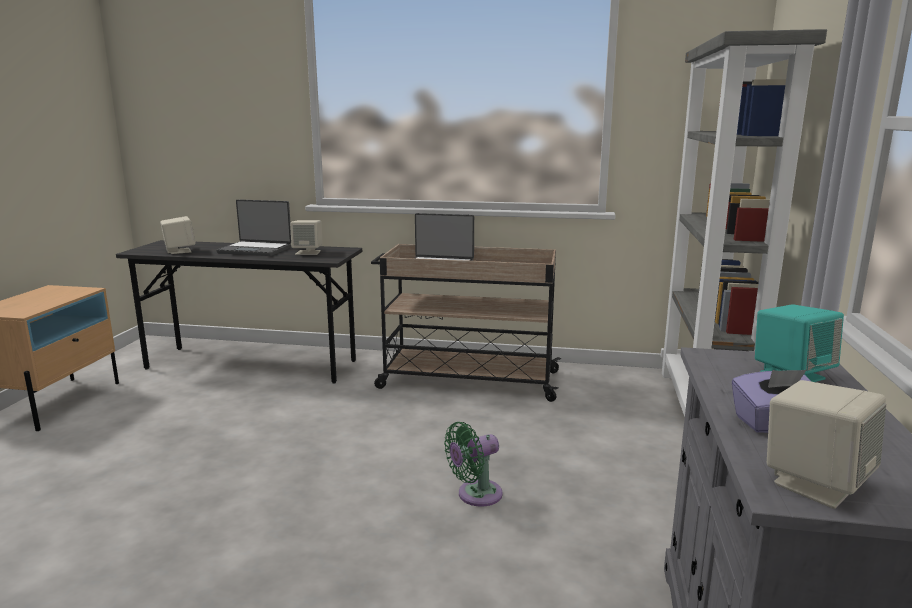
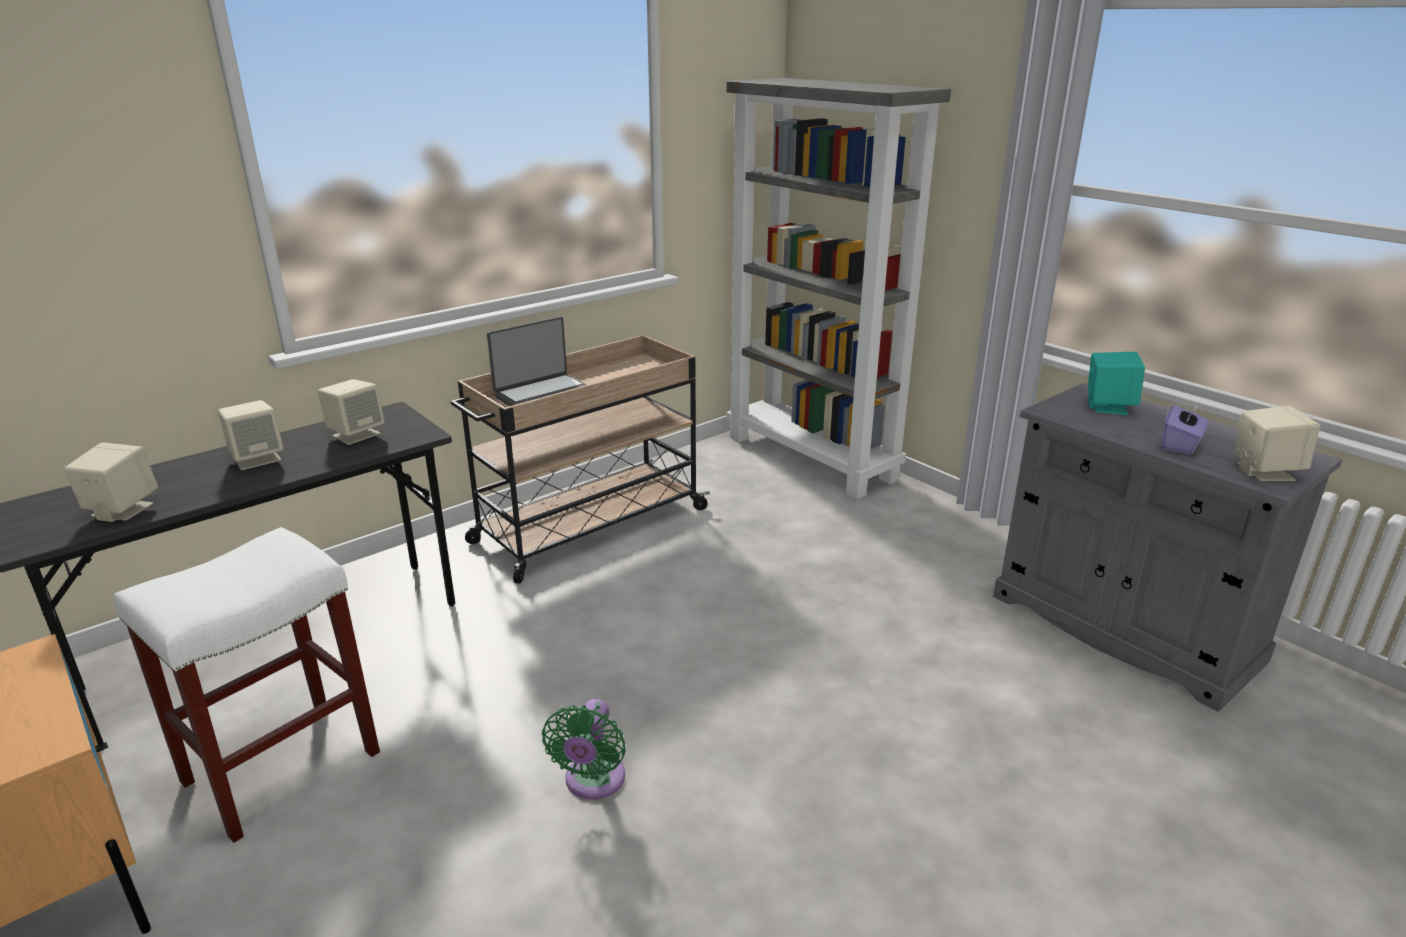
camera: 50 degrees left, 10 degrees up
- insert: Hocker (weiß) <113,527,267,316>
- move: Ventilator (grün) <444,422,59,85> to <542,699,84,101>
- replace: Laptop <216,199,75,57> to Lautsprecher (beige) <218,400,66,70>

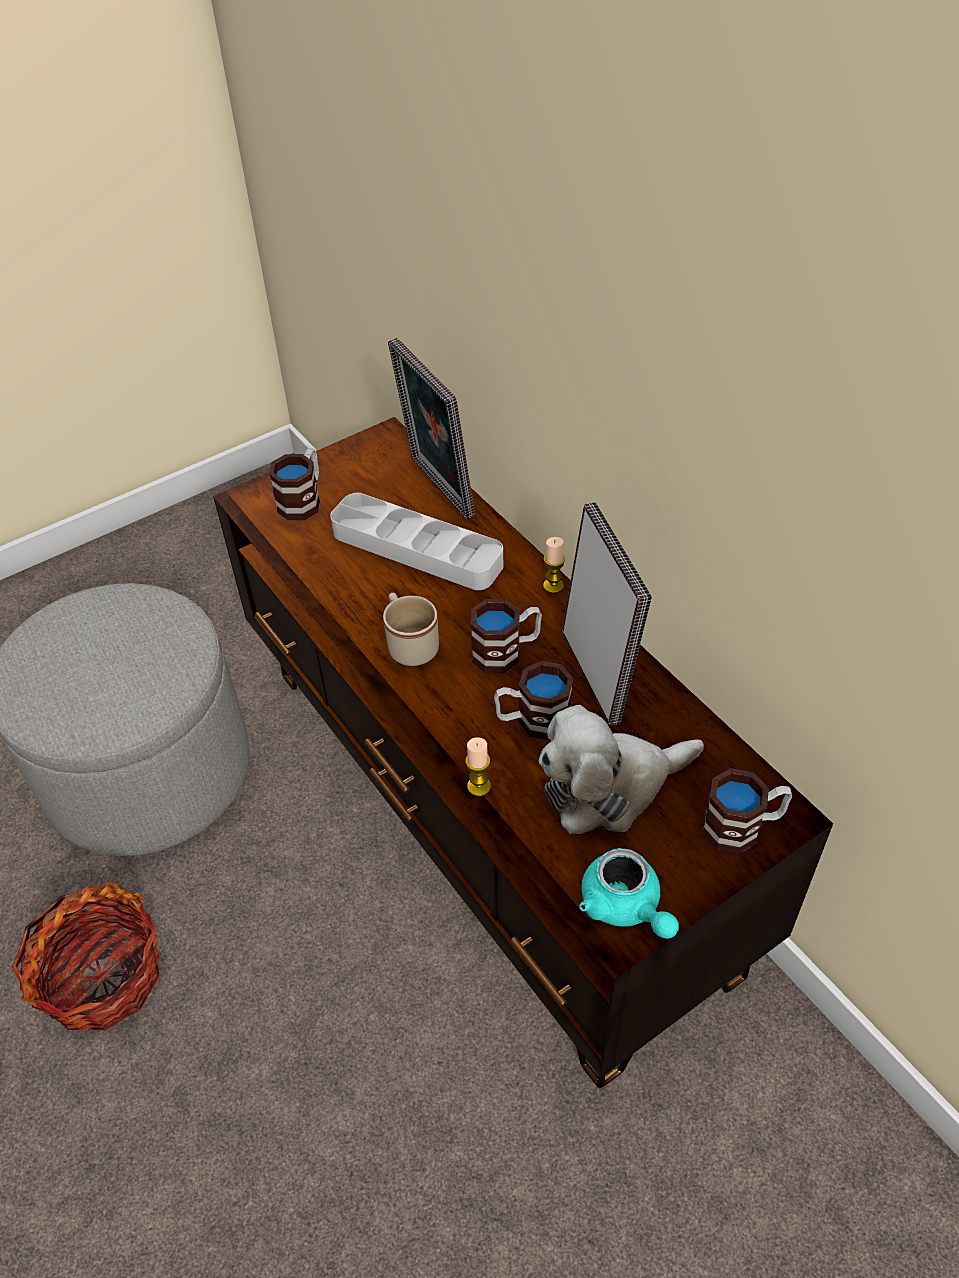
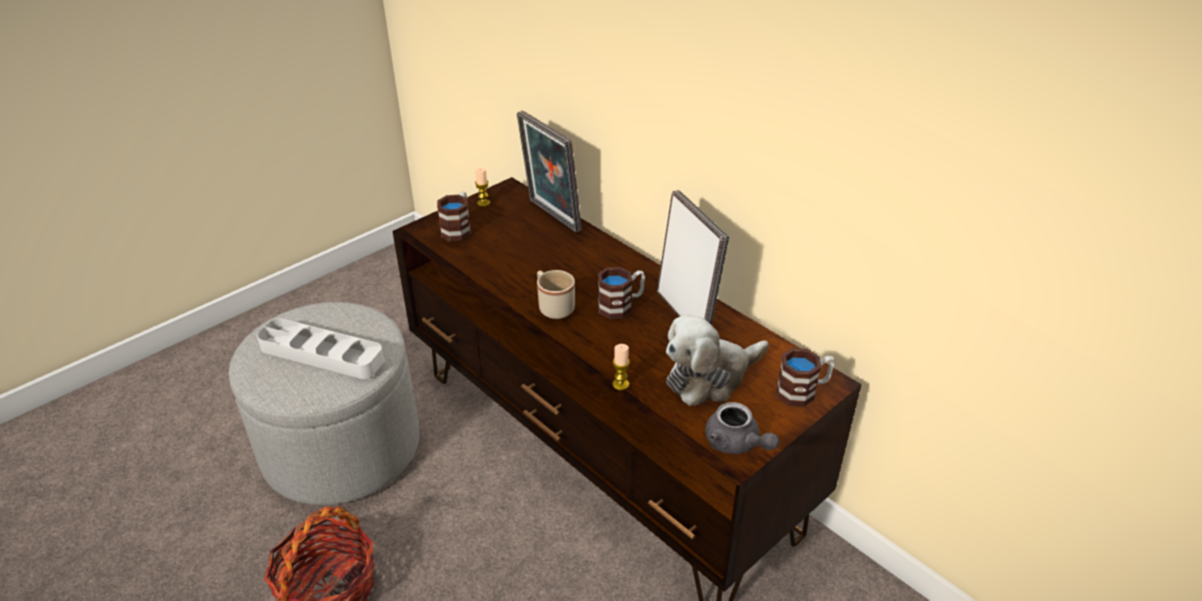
camera: 10 degrees left, 10 degrees down
- delete: Henkelbecher <494,661,79,79>
- move: Tablett (grau) <330,493,173,97> to <257,318,127,61>
- move: Kerze <543,537,22,57> to <475,168,15,39>
- recolor: Teekanne (türkis) <579,848,100,91> to Teekanne (grau) <705,402,74,52>

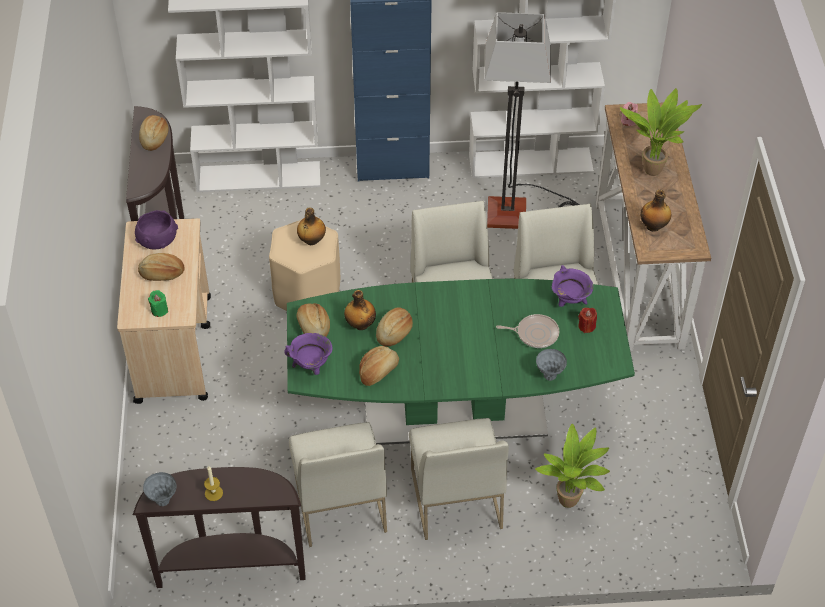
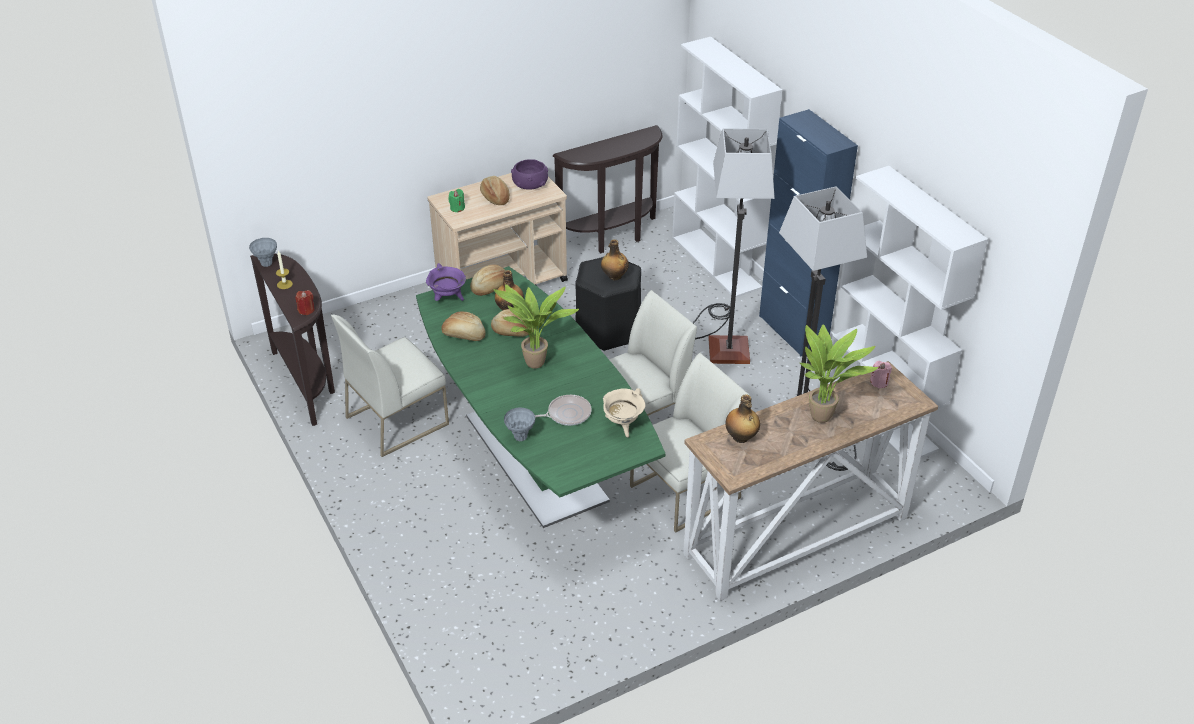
camera: 65 degrees right, 10 degrees down
- delete: Brot <139,115,30,36>
- delete: Stuhl (weiß) <409,418,100,122>
- insert: Stehlampe <693,128,82,236>
- move: Topfpflanze <535,424,75,84> to <493,284,86,85>
- move: Kerze (rot) <578,307,19,26> to <295,290,19,25>
- recolor: Hocker (beige) <269,218,71,93> to Hocker (schwarz) <575,257,66,94>
- recolor: Kochtopf (lila) <552,265,42,42> to Kochtopf (beige) <603,388,43,49>
- rotate: Pfanne <496,314,63,34> = <535,395,57,31> 90 degrees counterclockwise

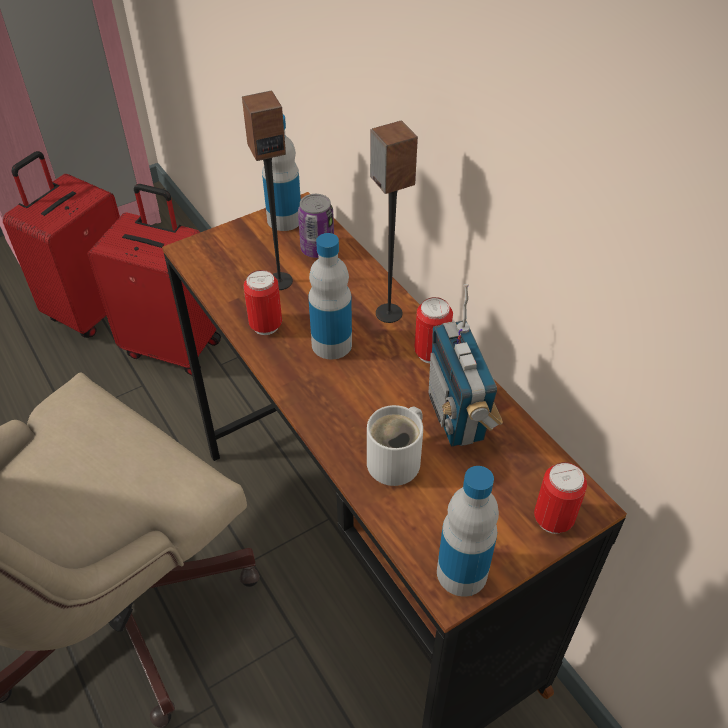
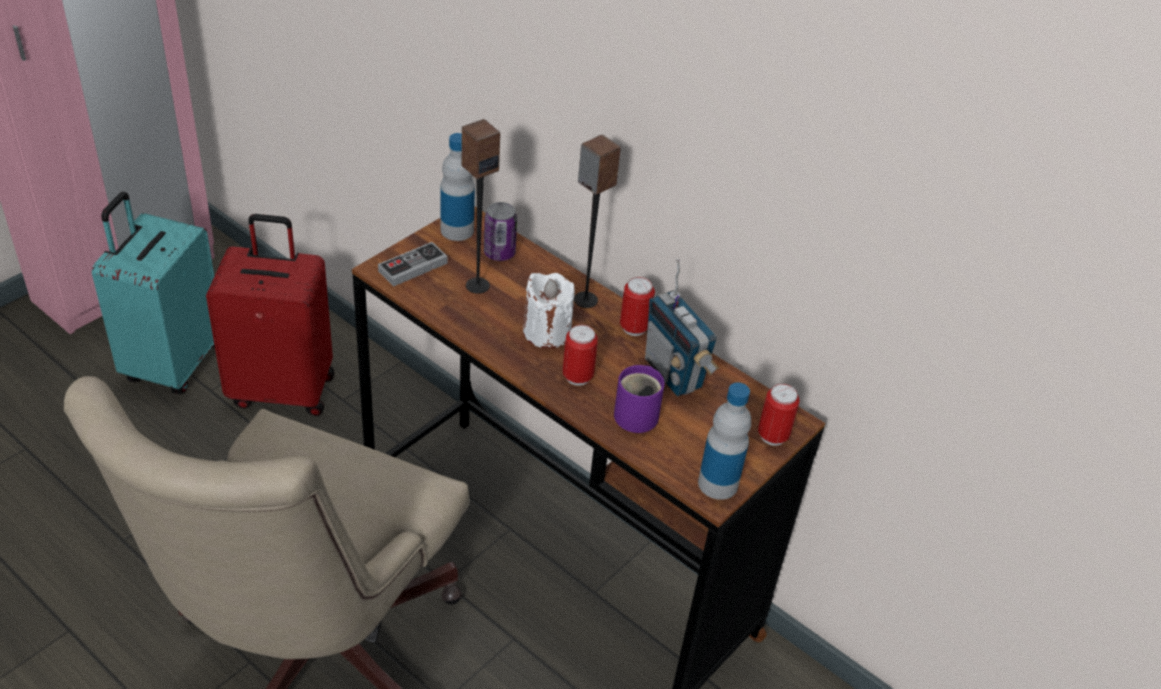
camera: 20 degrees left, 5 degrees down
- insert: Gamepad <378,242,70,45>
- move: Dose <244,270,38,65> to <563,325,35,61>
- replace: Flasche <308,233,44,127> to Kerze (weiß) <523,273,51,76>
- recolor: Koffer (rot) <3,151,117,187> to Koffer (türkis) <92,192,123,202>
- recolor: Henkelbecher (weiß) <367,405,56,81> to Henkelbecher (lila) <614,365,51,68>

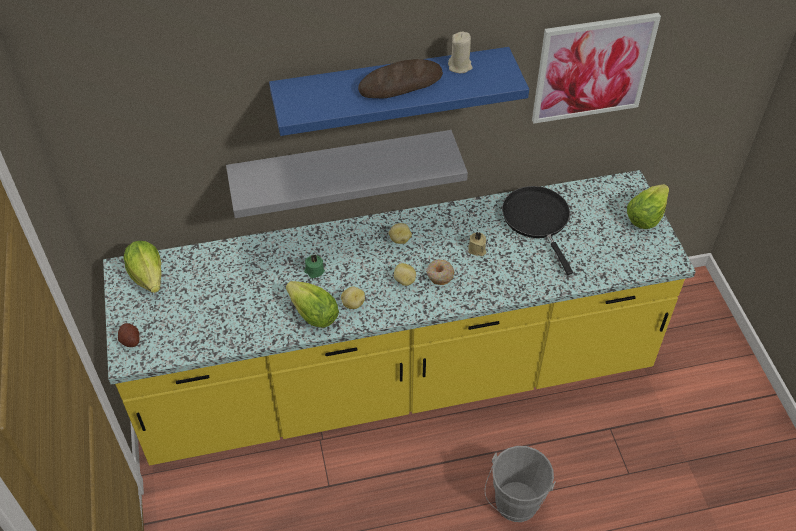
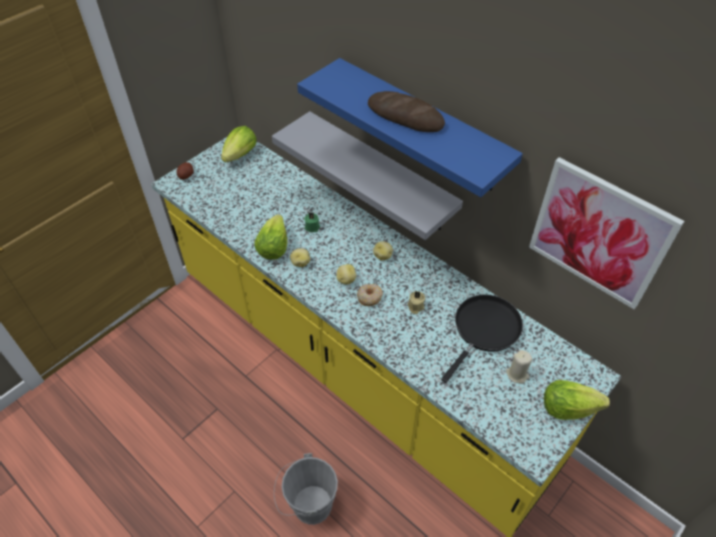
camera: 55 degrees right, 0 degrees up
- move: Kerze (beige) <448,32,25,41> to <506,350,27,34>

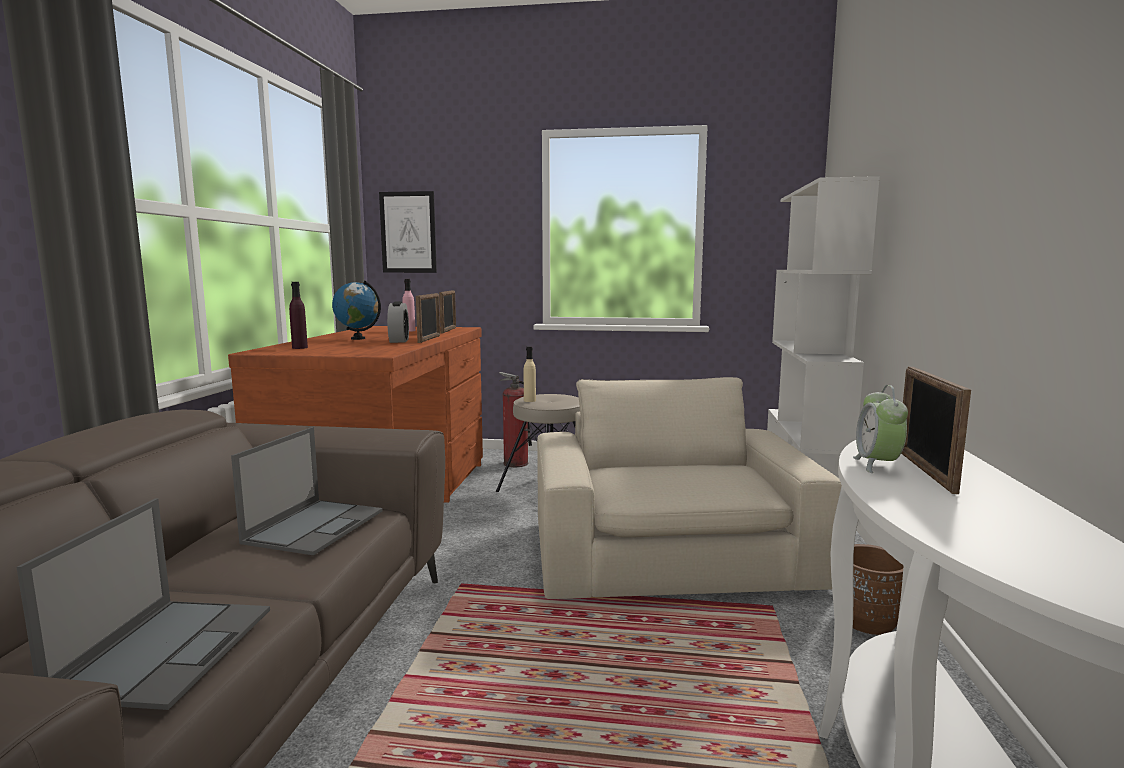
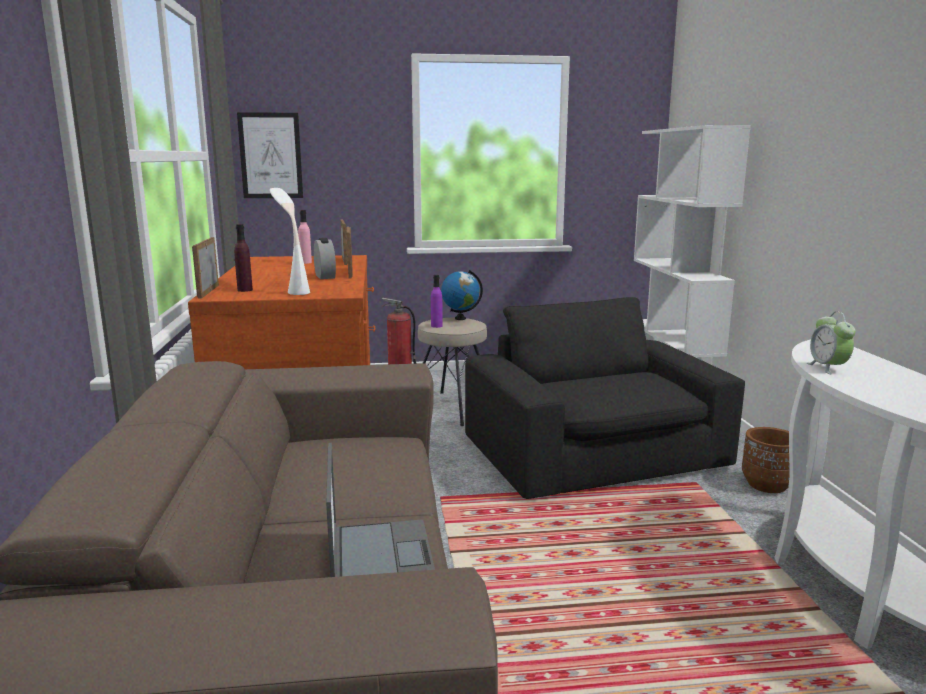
camera: 15 degrees left, 5 degrees up
- delete: Laptop <231,427,152,128>
- insert: Tischlampe (weiß) <270,188,40,107>
- move: Globus <332,280,49,60> to <441,270,42,50>
- move: Bilderrahmen <901,367,70,127> to <192,237,27,61>
- recolor: Flasche (beige) <524,346,12,56> to Flasche (lila) <431,275,12,53>
- recolor: Sessel (beige) <537,377,305,222> to Sessel (schwarz) <465,297,280,202>

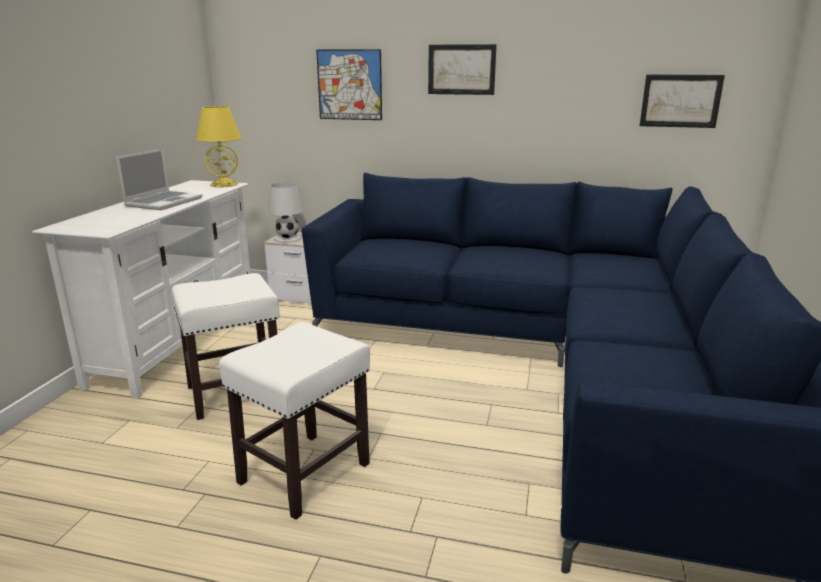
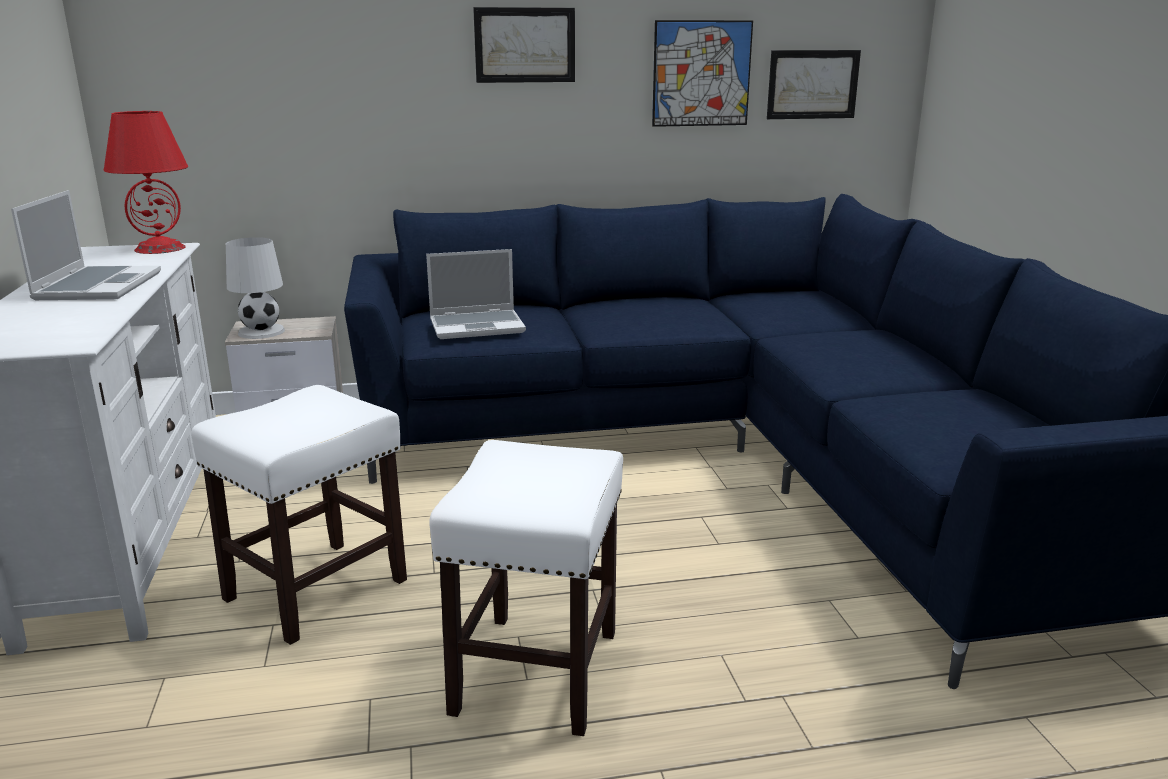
camera: 25 degrees left, 0 degrees up
- insert: Laptop <426,249,100,90>
- move: Bild <316,49,66,71> to <652,20,101,107>
- recolor: Tischlampe (gelb) <196,106,45,81> to Tischlampe (rot) <103,111,85,143>

